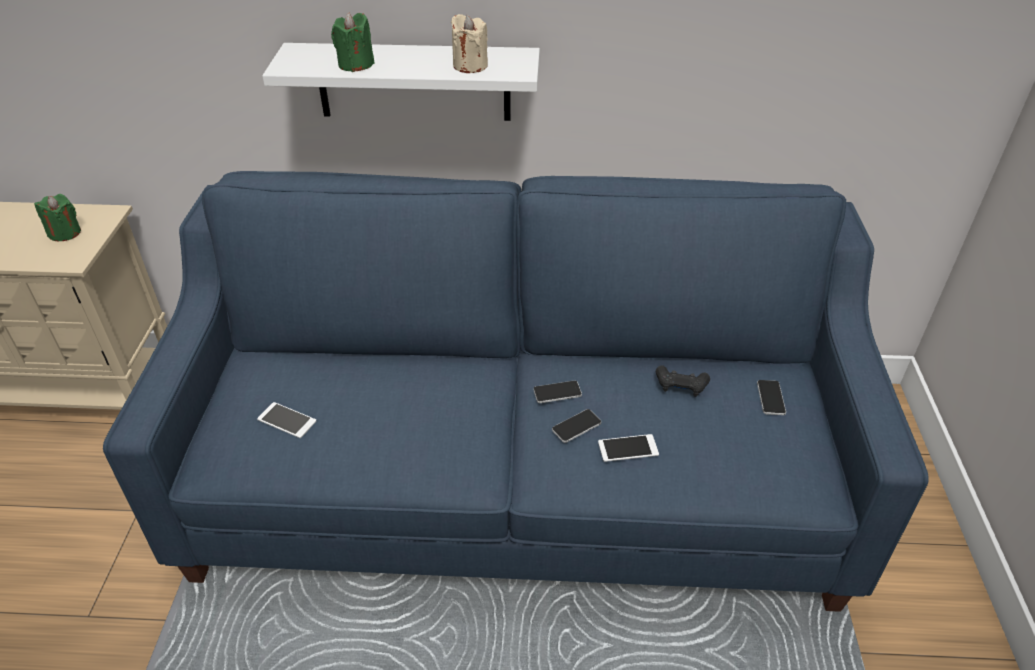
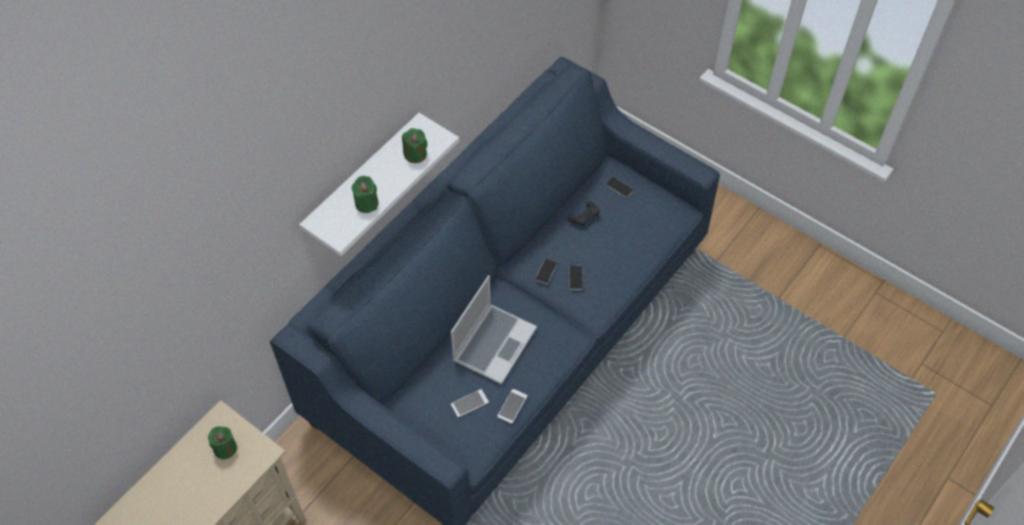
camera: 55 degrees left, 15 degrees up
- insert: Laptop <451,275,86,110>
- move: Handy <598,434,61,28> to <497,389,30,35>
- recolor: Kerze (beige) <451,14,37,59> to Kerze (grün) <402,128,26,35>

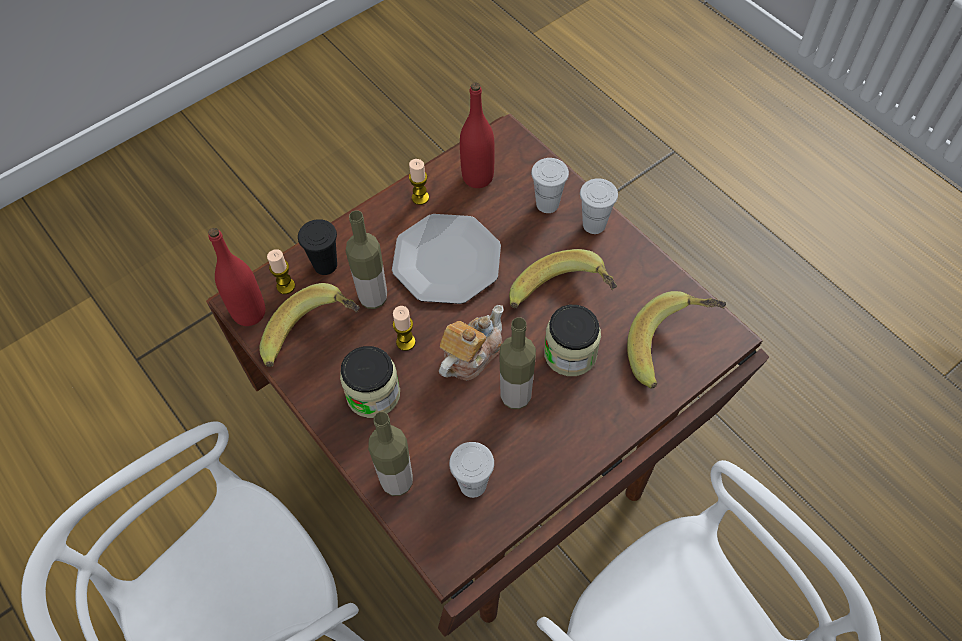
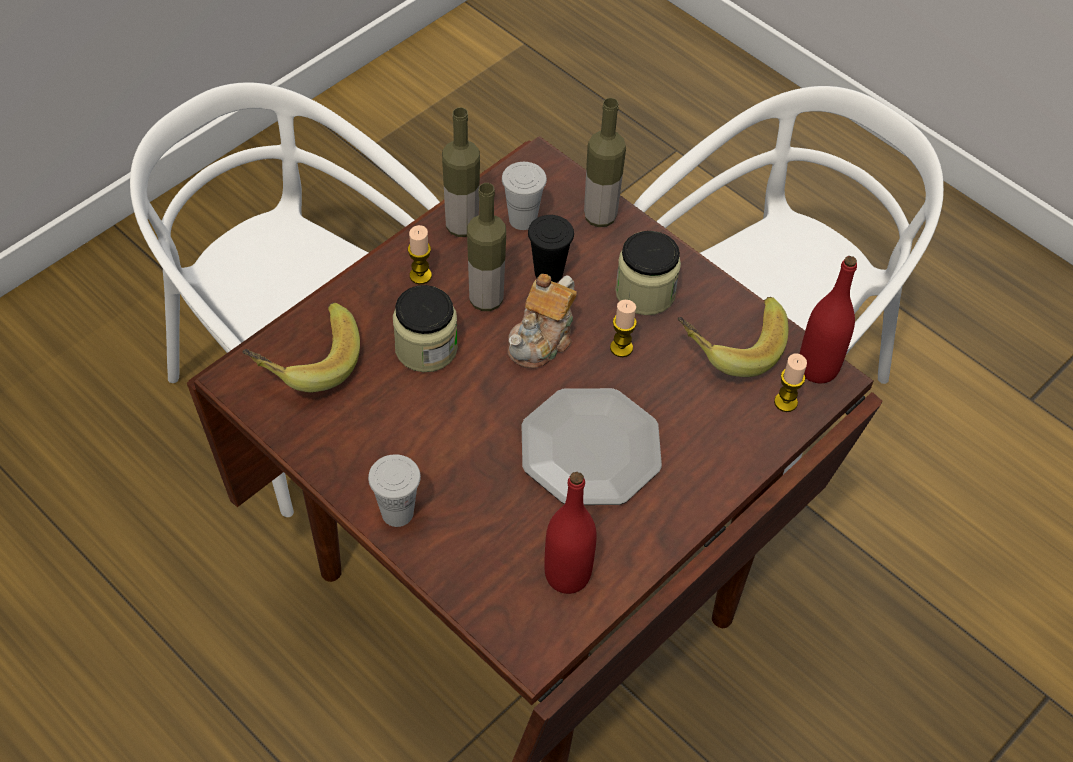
camera: 170 degrees right, 5 degrees down
- delete: Banane <509,249,108,59>
- delete: Tasse (weiß) <531,158,38,55>
- move: Tasse (schwarz) <298,219,39,56> to <528,215,46,68>
- move: Flasche <346,210,41,99> to <442,107,38,130>
- move: Kerze <409,159,20,46> to <408,225,24,59>

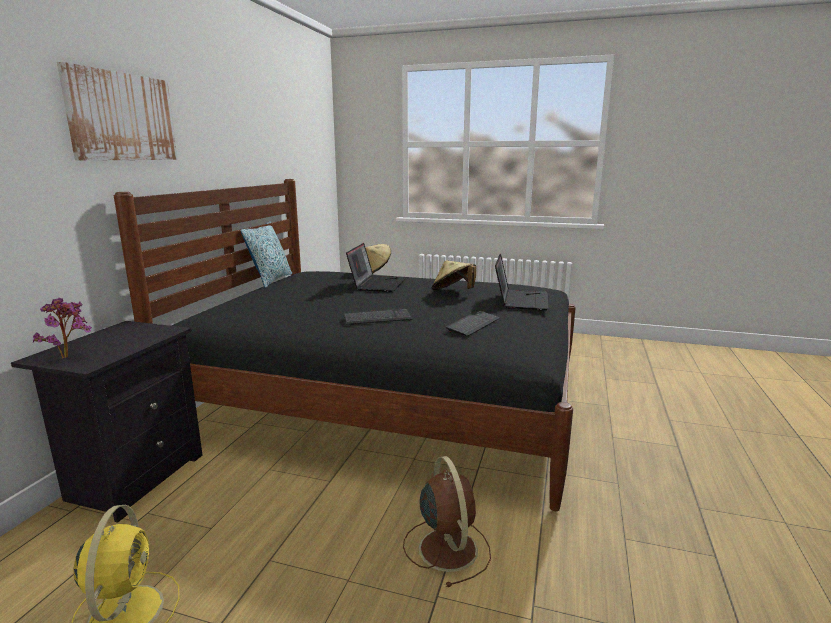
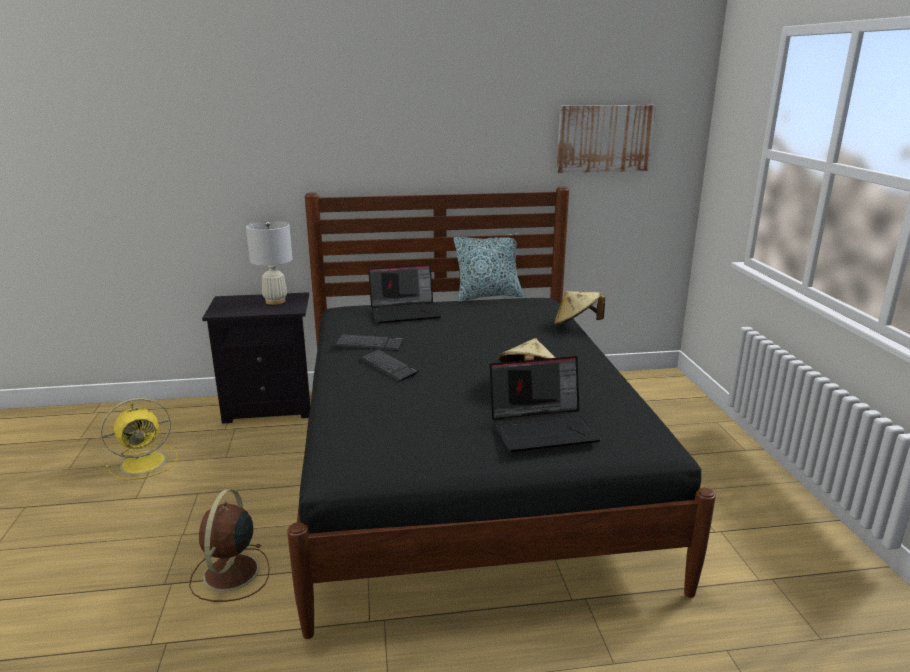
camera: 65 degrees right, 5 degrees up
- delete: Topfpflanze <33,298,59,60>
- insert: Tischlampe (weiß) <246,221,47,84>
- move: Bild <57,62,121,99> to <556,105,100,68>
- move: Laptop <346,243,60,49> to <368,264,73,59>
- move: Tastatur <446,310,54,27> to <335,333,69,18>
- rotate: Ventilator (braun) <403,456,88,131> = <189,489,81,113> 135 degrees clockwise

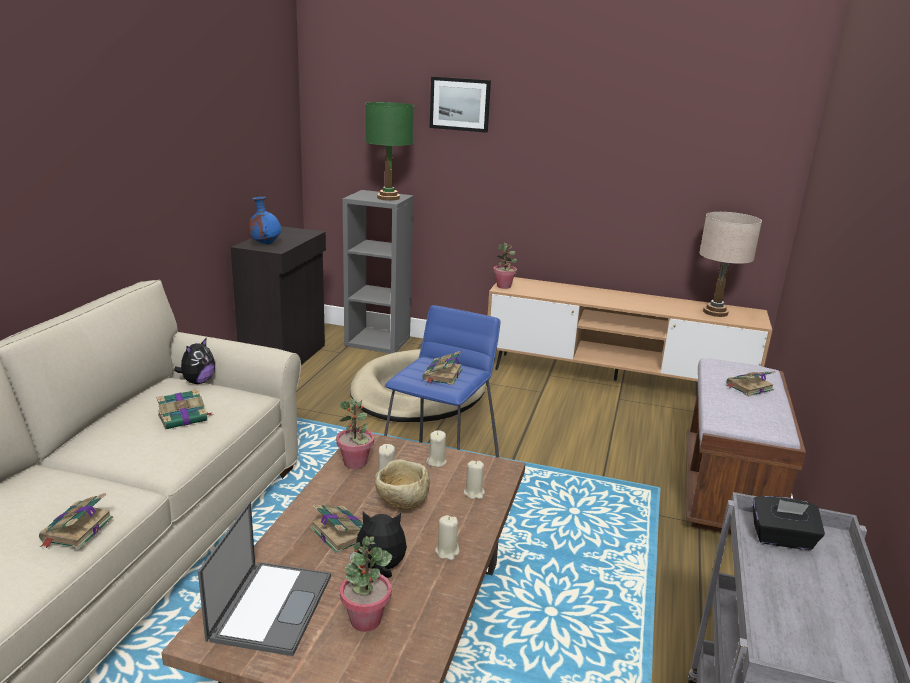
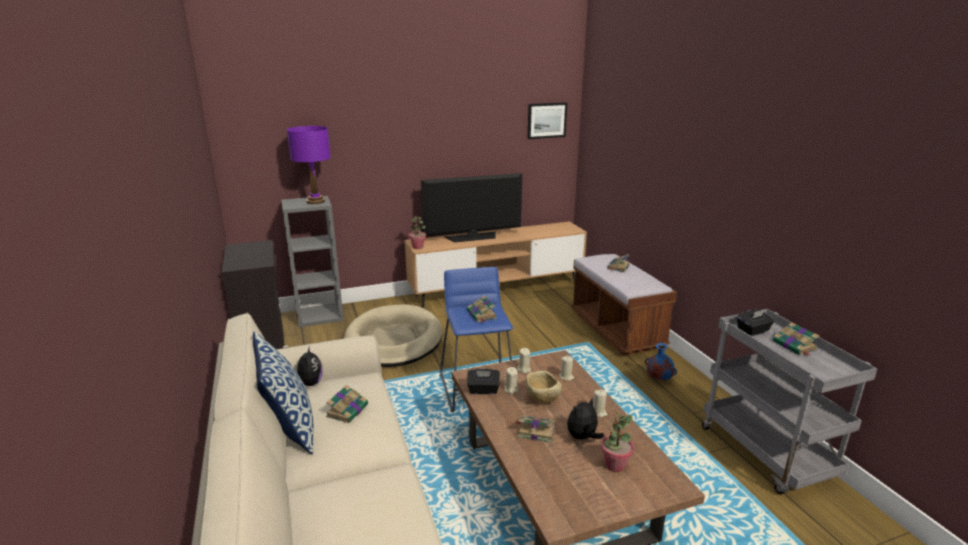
camera: 35 degrees left, 0 degrees up
- delete: Laptop <198,501,133,155>
- delete: Tischlampe (beige) <699,212,63,105>
- insert: Kissen <253,331,61,123>
- insert: Fernseher <421,173,101,69>
- move: Buch <39,493,74,56> to <773,322,46,34>
- move: Vase (blau) <248,197,33,47> to <645,343,32,37>
- move: Bild <430,76,61,57> to <527,102,40,37>
- replace: Topfpflanze <336,399,38,70> to Taschentuchbox (schwarz) <467,369,33,25>
- recolor: Tischlampe (grün) <365,102,49,99> to Tischlampe (lila) <287,126,44,78>

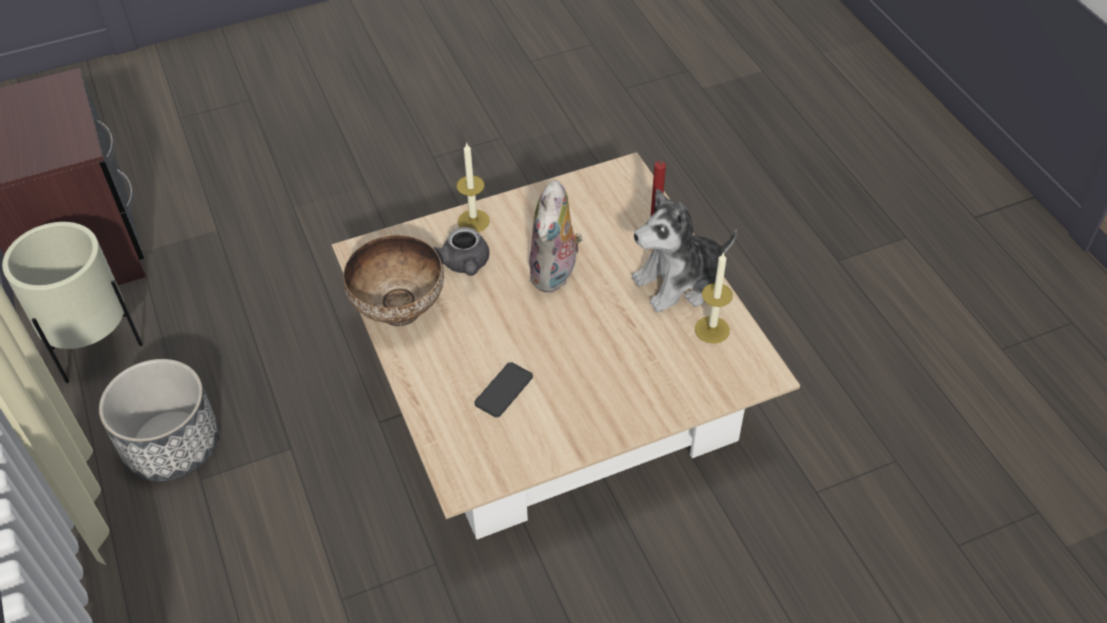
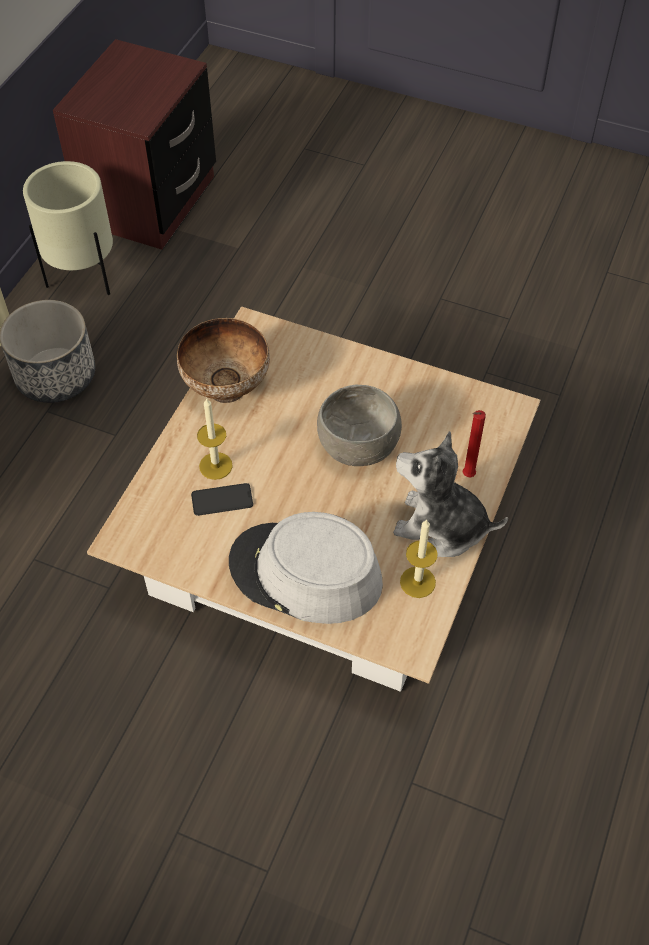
camera: 45 degrees right, 5 degrees up
- delete: Teekanne (grau) <433,227,57,49>
- insert: Hut (grau) <229,512,154,112>
- move: Kerze <456,142,34,90> to <197,397,36,83>
- replace: Plüschtier <529,180,54,113> to Schüssel (grau) <317,385,85,81>

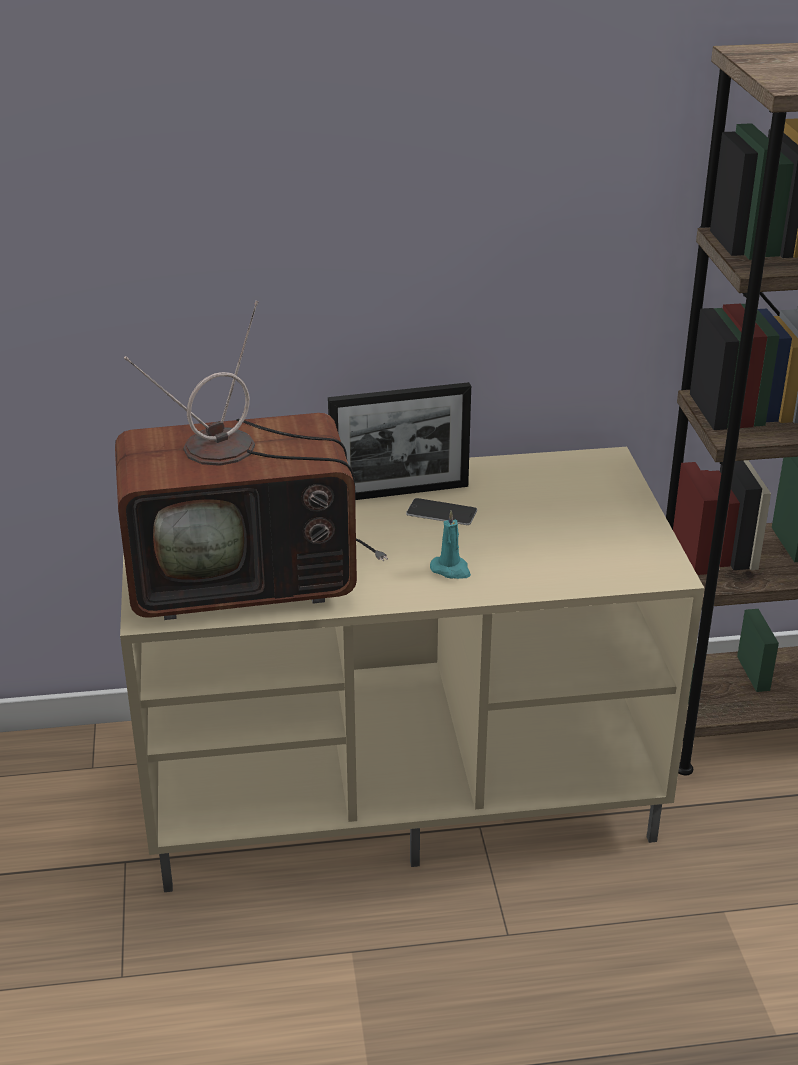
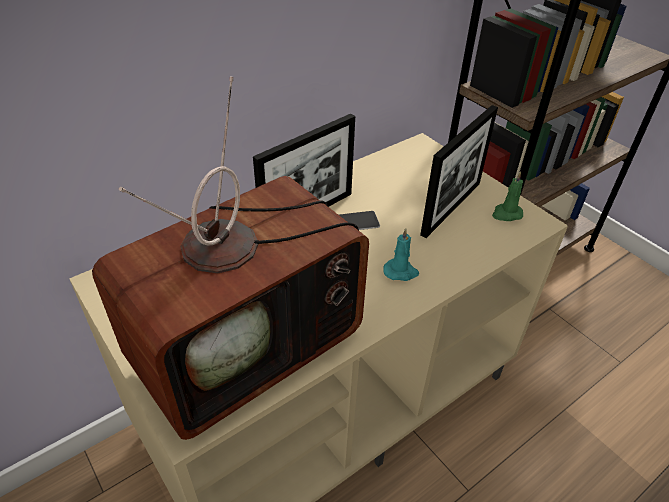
camera: 30 degrees left, 10 degrees up
- insert: Bilderrahmen <420,105,78,133>
- insert: Kerze (grün) <492,171,31,50>

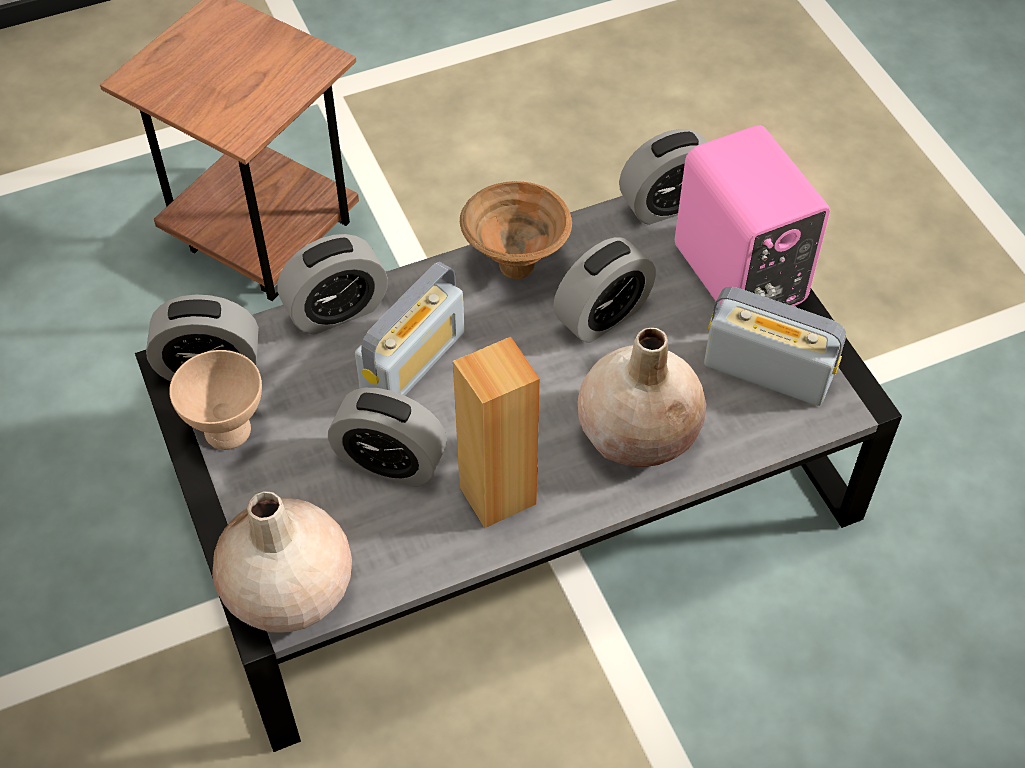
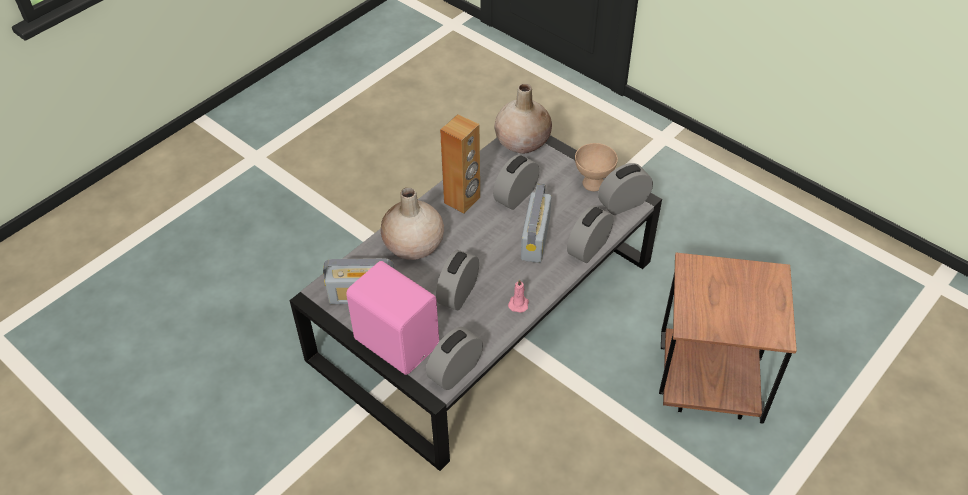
camera: 155 degrees right, 5 degrees down
- replace: Schüssel (braun) <460,181,112,98> to Kerze (rosa) <508,279,21,34>
- rotate: Wecker <328,388,119,99> = <493,155,46,55> 45 degrees counterclockwise

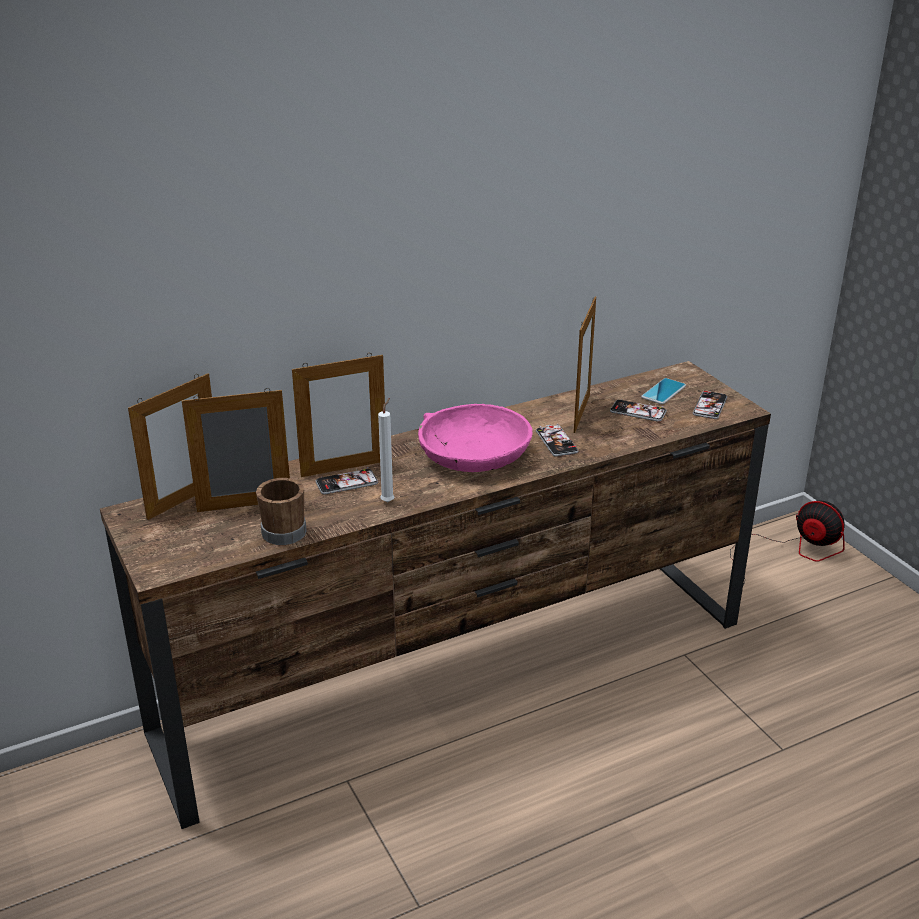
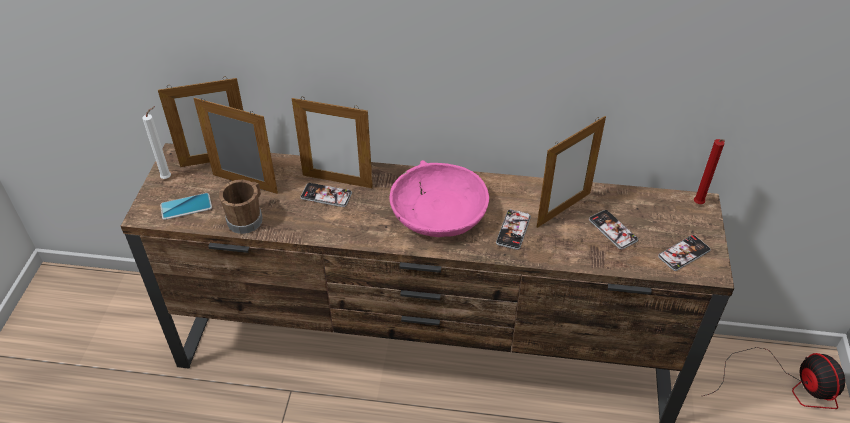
camera: 35 degrees right, 15 degrees up
- insert: Kerze (rot) <694,139,31,65>
- move: Kerze (weiß) <378,398,16,104> to <142,106,29,73>
- move: Handy <641,378,45,26> to <160,193,52,27>

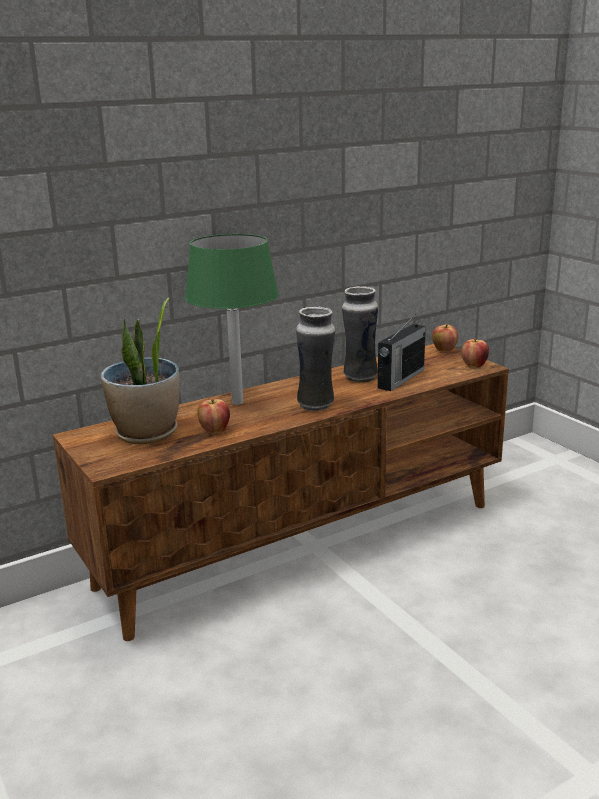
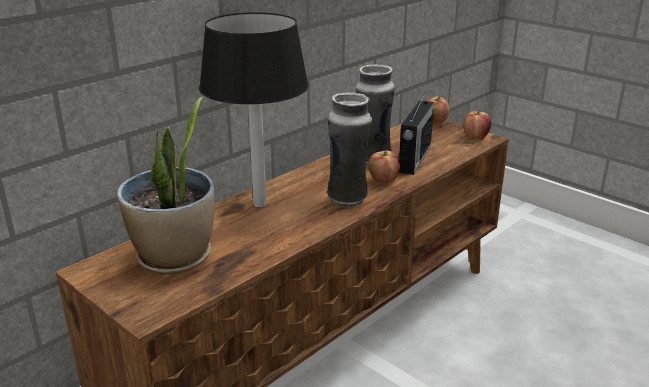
camera: 15 degrees left, 5 degrees up
- move: Apfel <198,399,32,35> to <368,151,32,33>
- recolor: Tischlampe (grün) <185,234,94,171> to Tischlampe (schwarz) <199,12,110,195>

